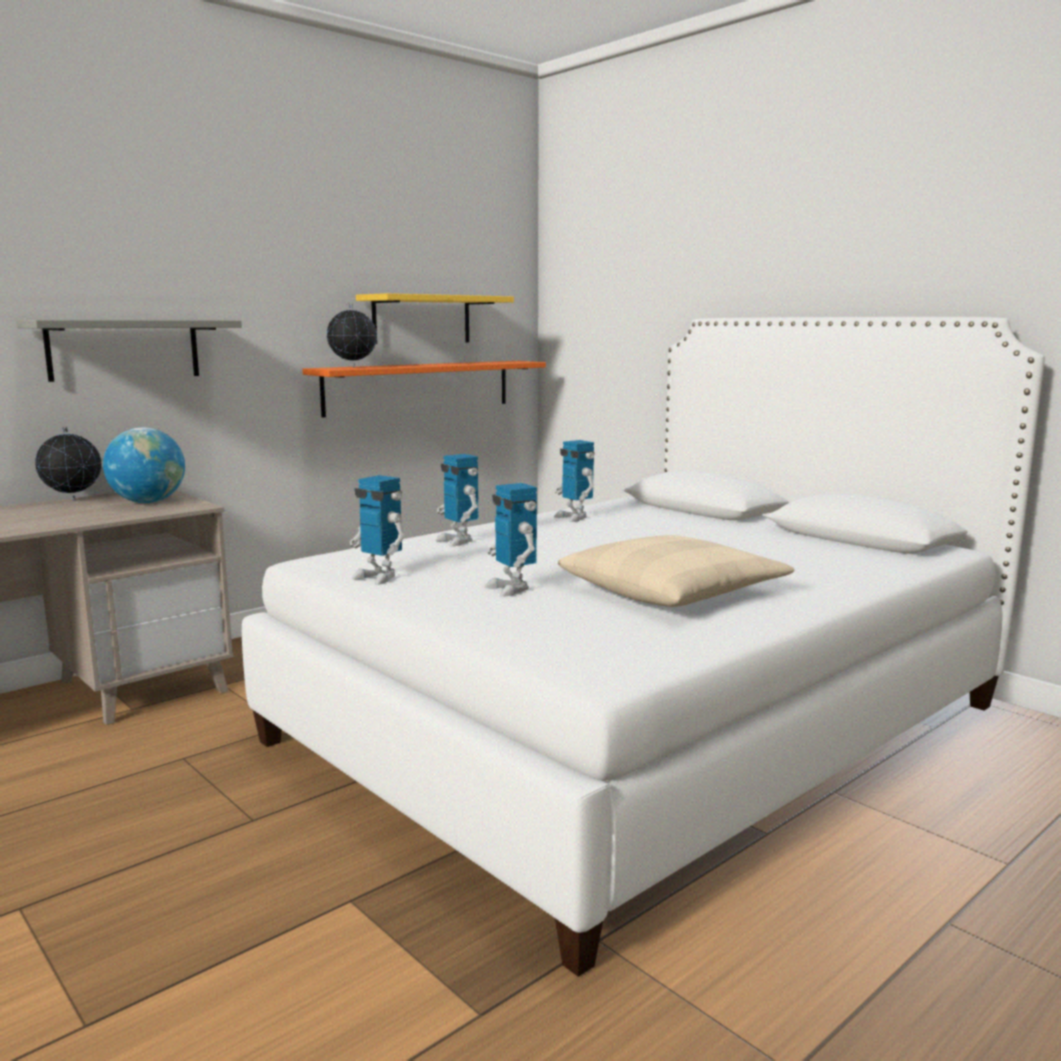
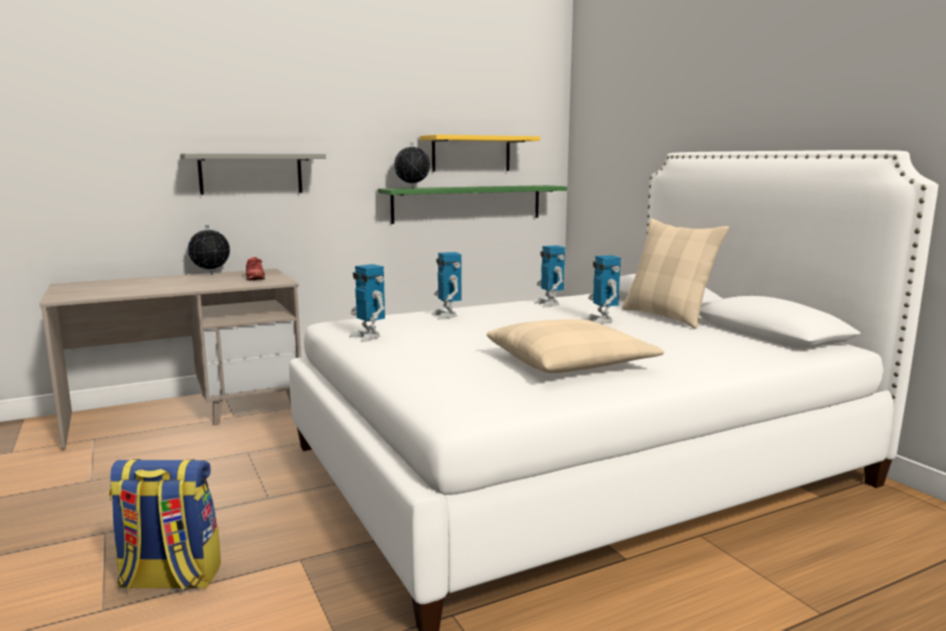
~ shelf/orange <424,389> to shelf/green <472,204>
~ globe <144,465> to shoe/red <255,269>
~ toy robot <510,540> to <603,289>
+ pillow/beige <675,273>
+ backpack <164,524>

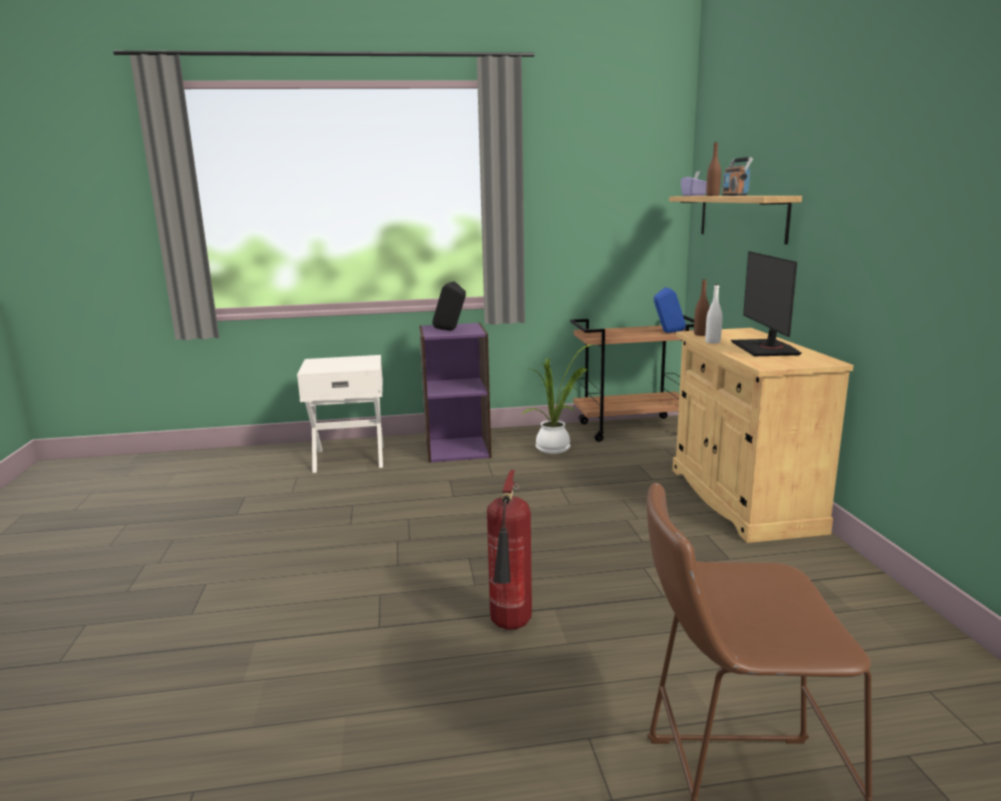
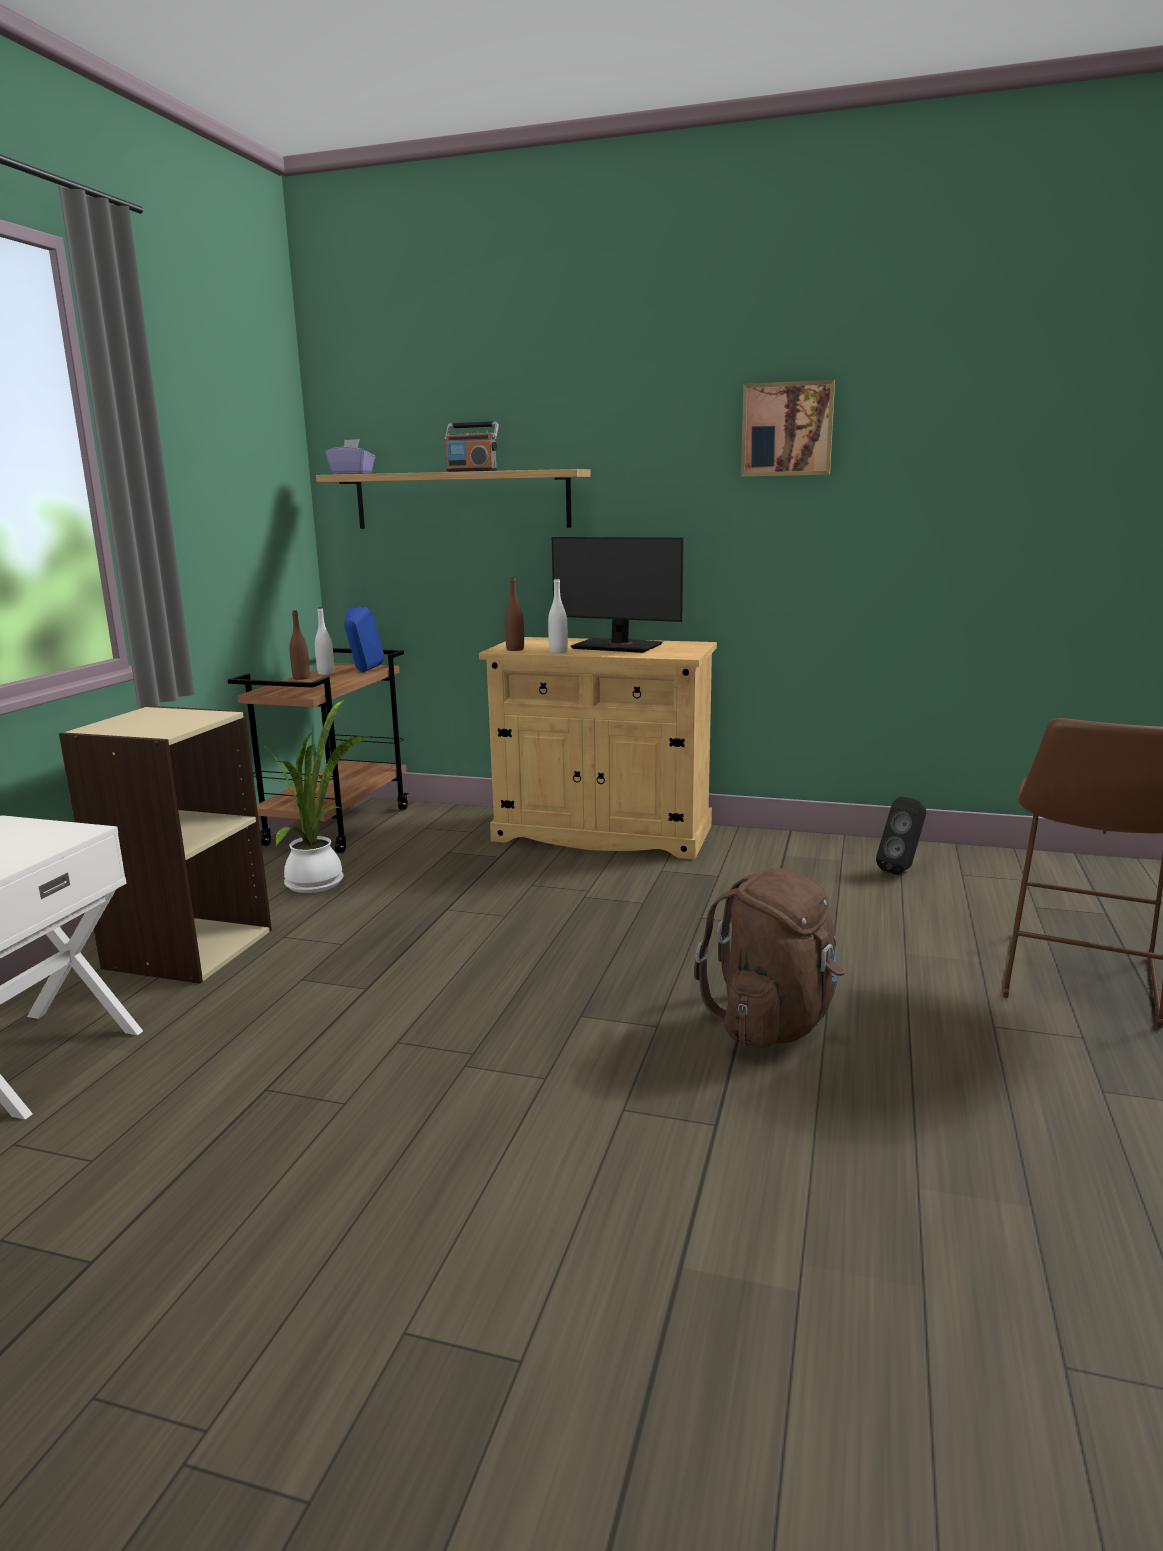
~ bottle/brown <713,169> to <299,645>
~ speaker/black <449,306> to <901,835>
~ bookcase/purple <455,393> to bookcase/beige <165,845>
~ fire extinguisher <509,550> to backpack/brown <769,958>
+ picture <788,428>
+ bottle/white <324,641>

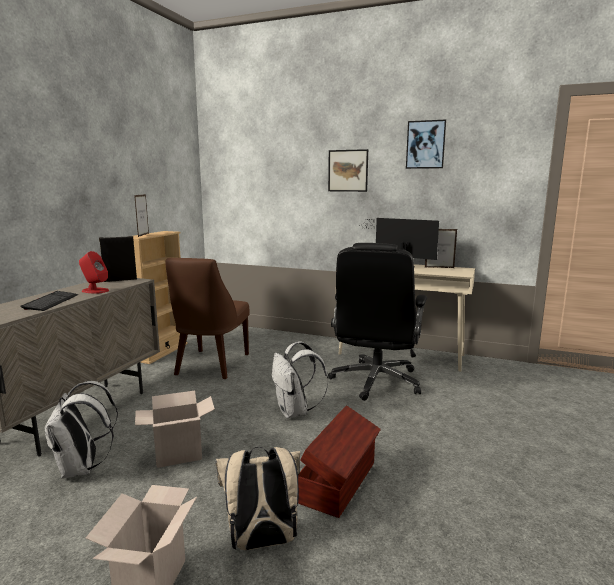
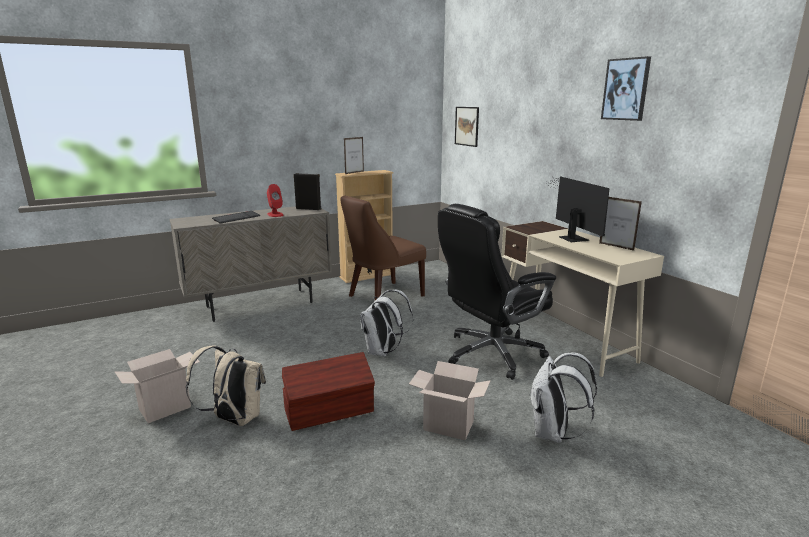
~ picture <348,170> to <467,127>
~ backpack/white <81,430> to <563,397>
~ cardboard box <175,429> to <450,400>

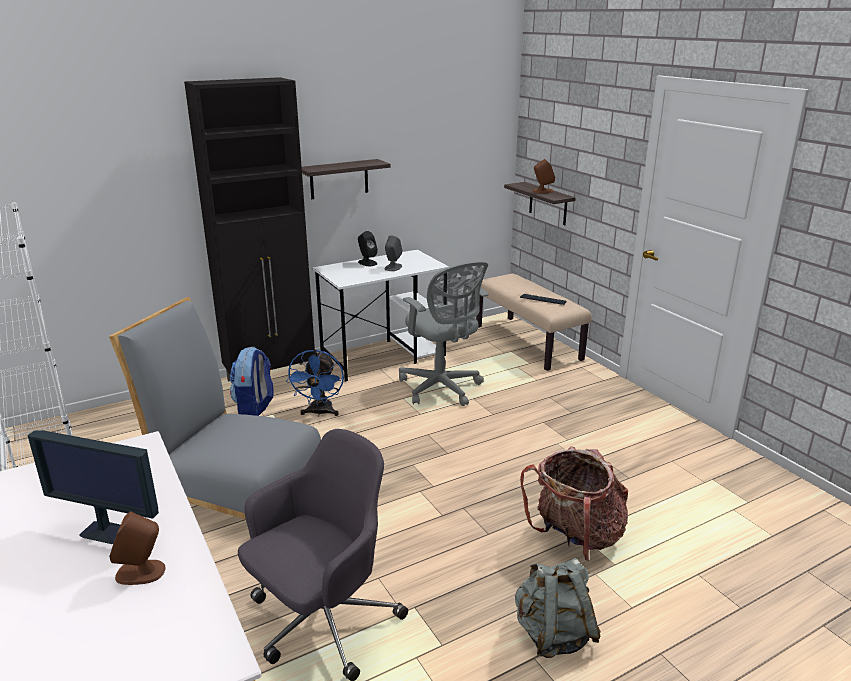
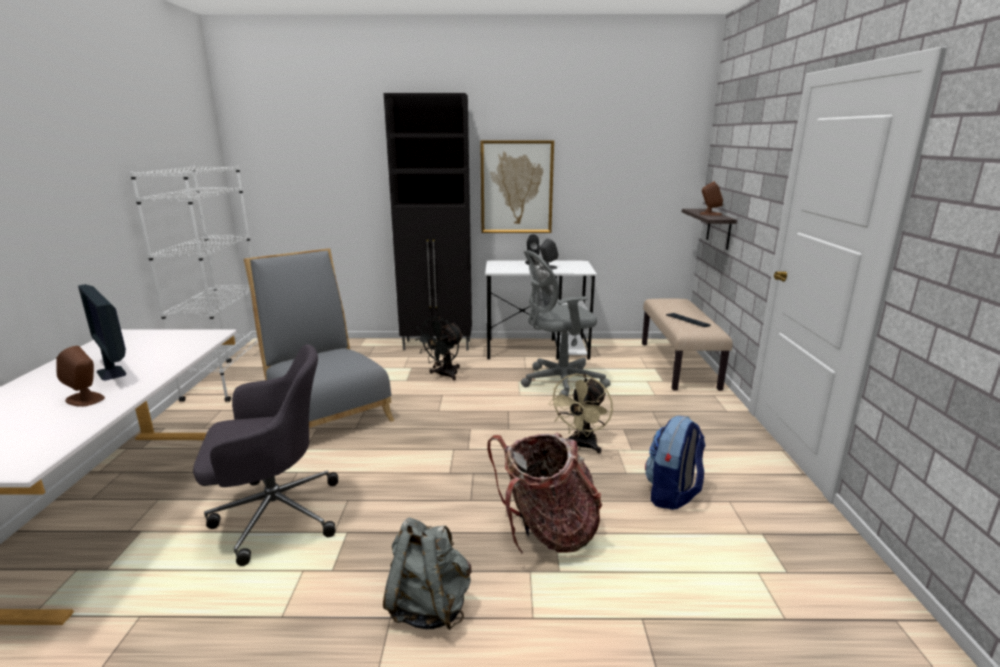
~ shelf <346,179> to picture <517,186>
~ office chair/grey <444,333> = <565,323> 75 degrees clockwise
~ backpack <251,381> to <675,463>
~ fan/blue <315,383> to fan/black <439,348>
+ fan/beige <580,414>

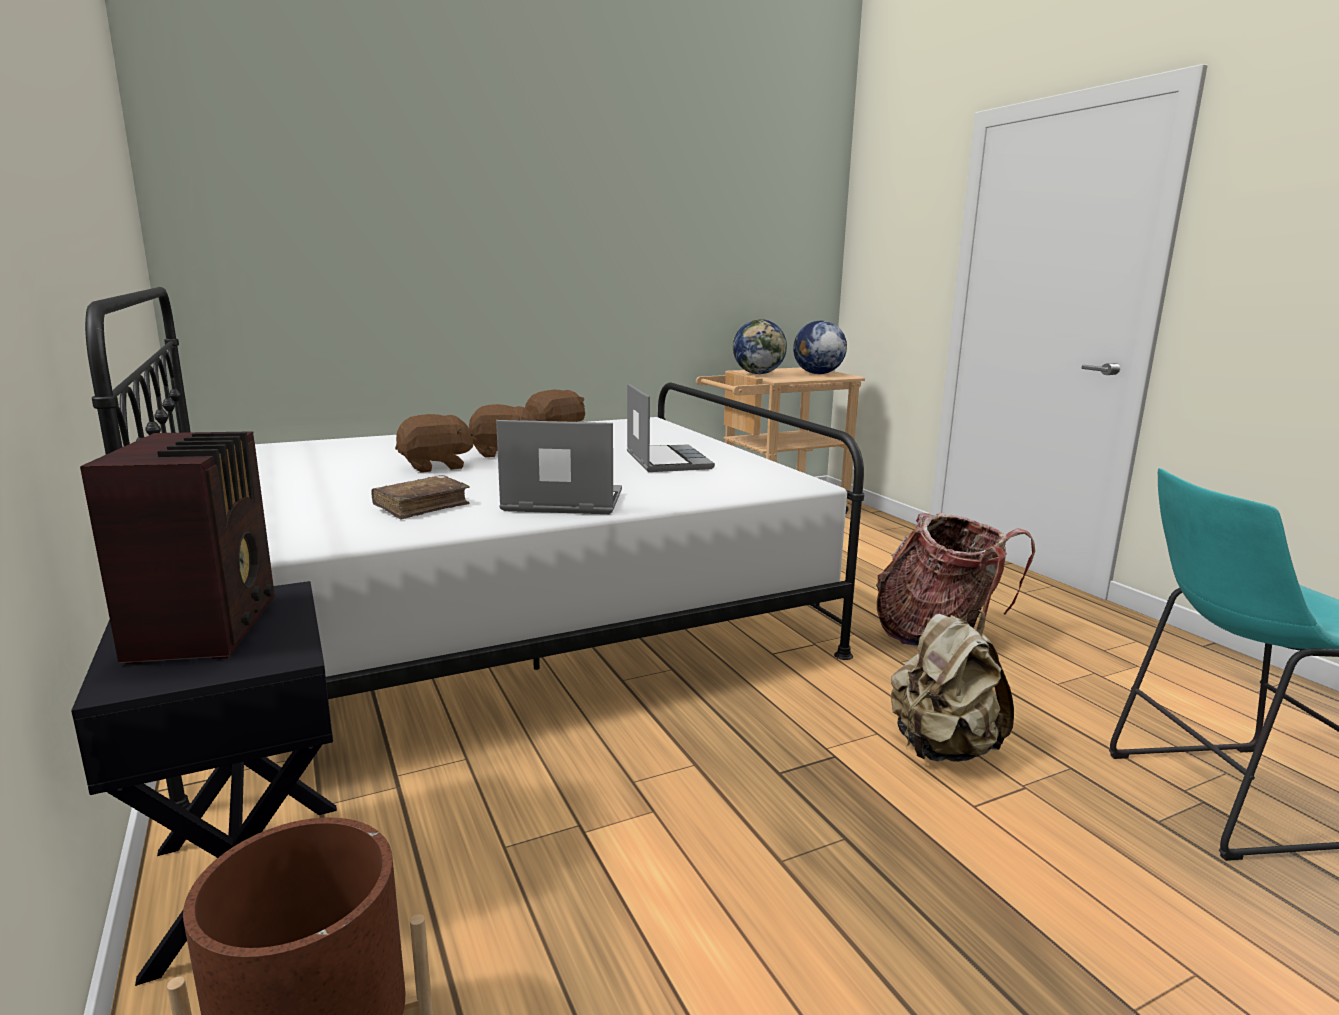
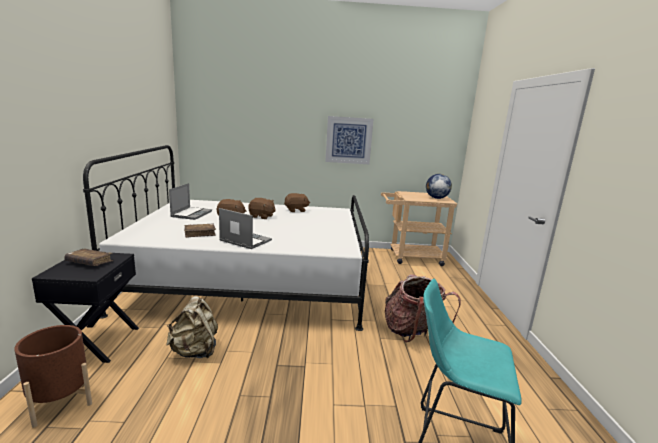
- globe <760,346>
~ laptop <671,428> to <190,201>
~ radio <177,547> to book/brown <88,257>
~ backpack/beige <952,686> to <192,327>
+ picture <349,140>

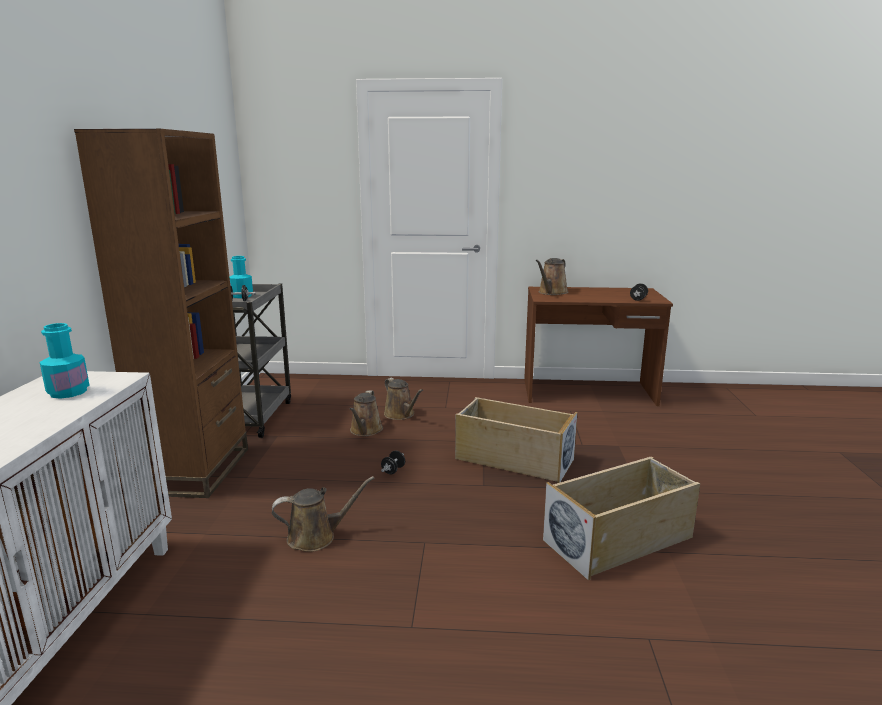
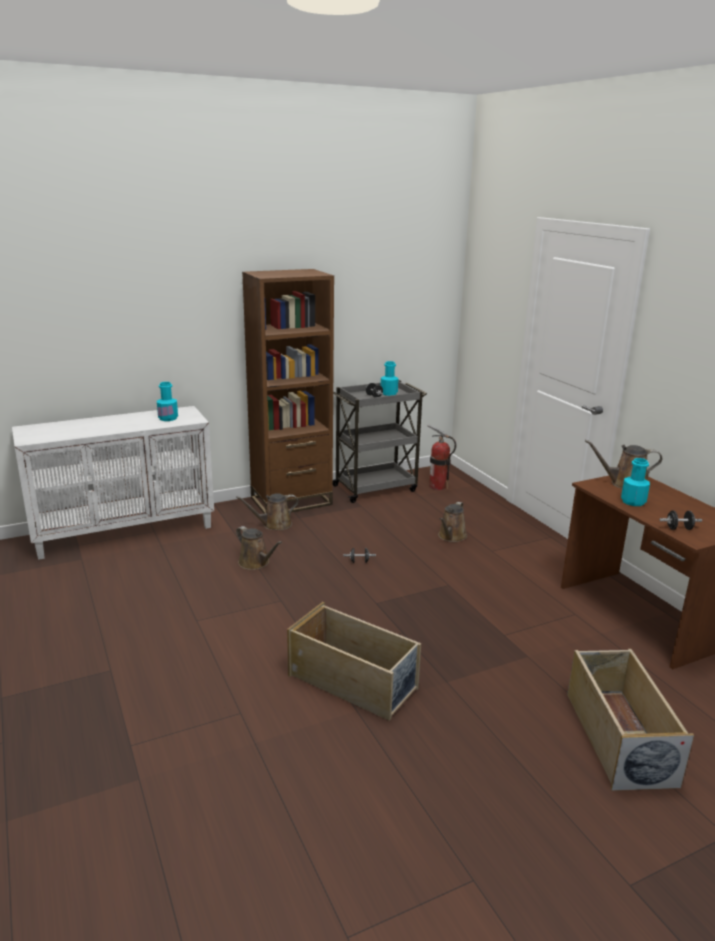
~ watering can/brown <366,413> to <267,511>
~ storage box/beige <516,440> to <630,720>
+ fire extinguisher <441,457>
+ bottle/turquoise <635,482>

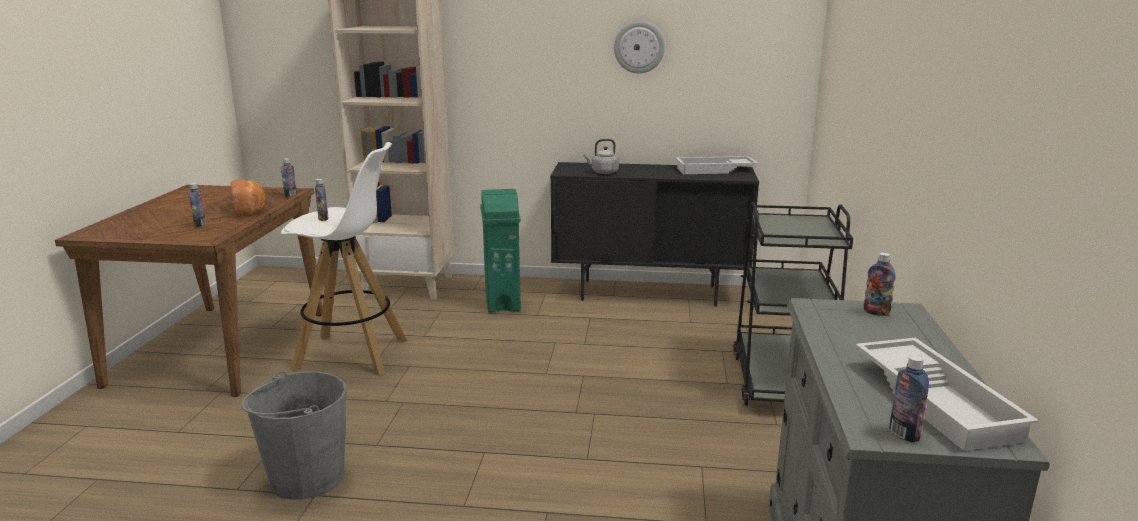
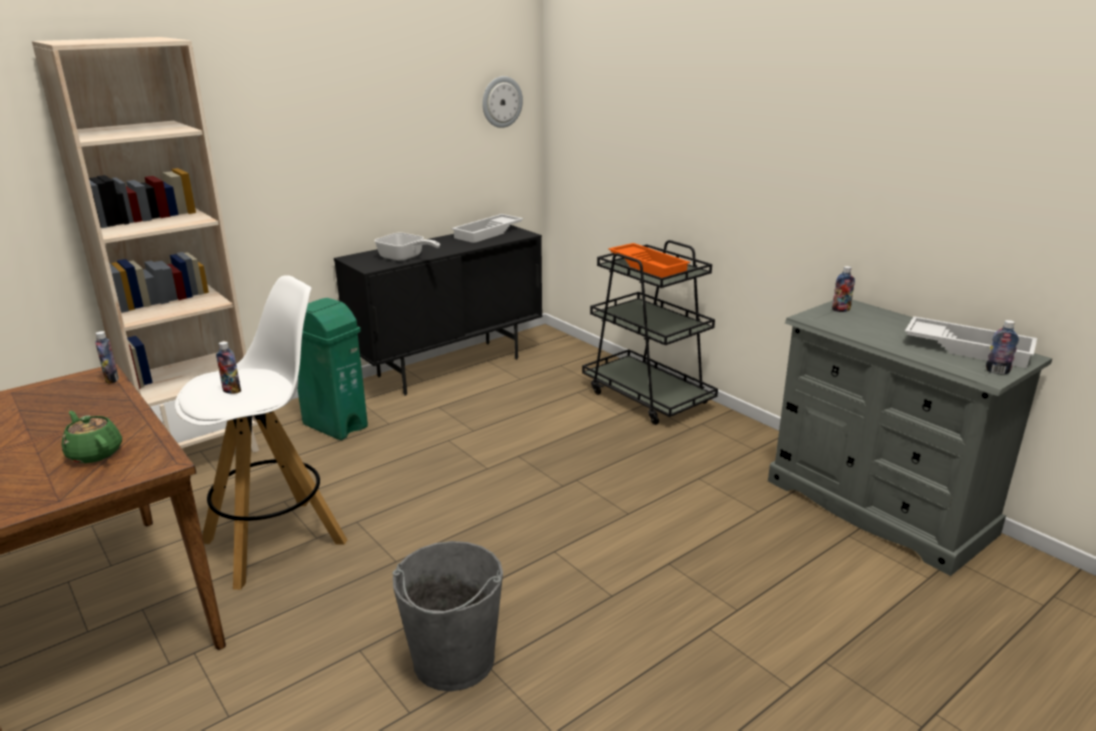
~ wall clock <639,47> to <502,102>
~ kettle/grey <601,156> to frying pan <407,247>
- bread <248,198>
~ bottle <197,205> to teapot/green <91,437>
+ tray/orange <649,260>

